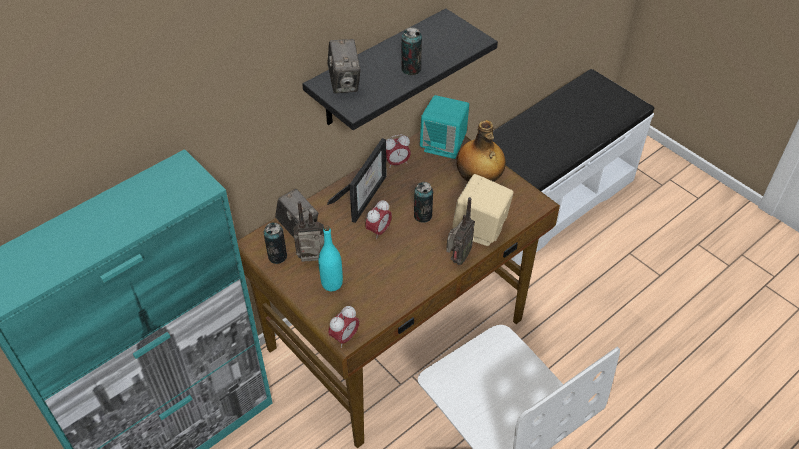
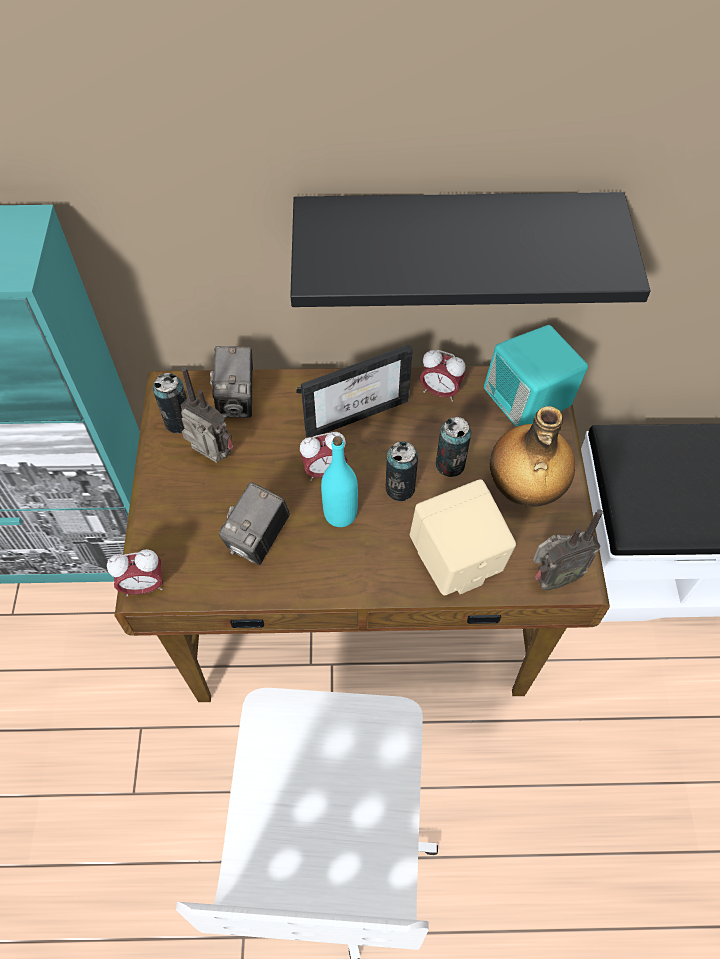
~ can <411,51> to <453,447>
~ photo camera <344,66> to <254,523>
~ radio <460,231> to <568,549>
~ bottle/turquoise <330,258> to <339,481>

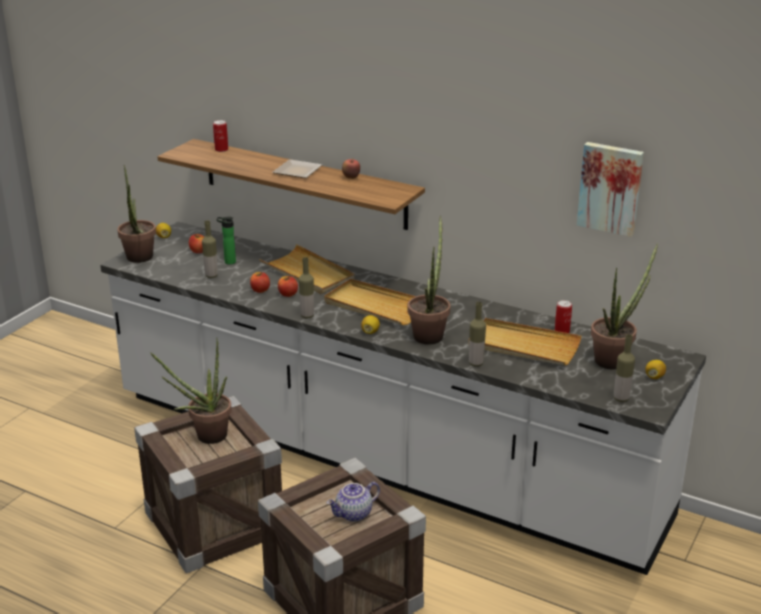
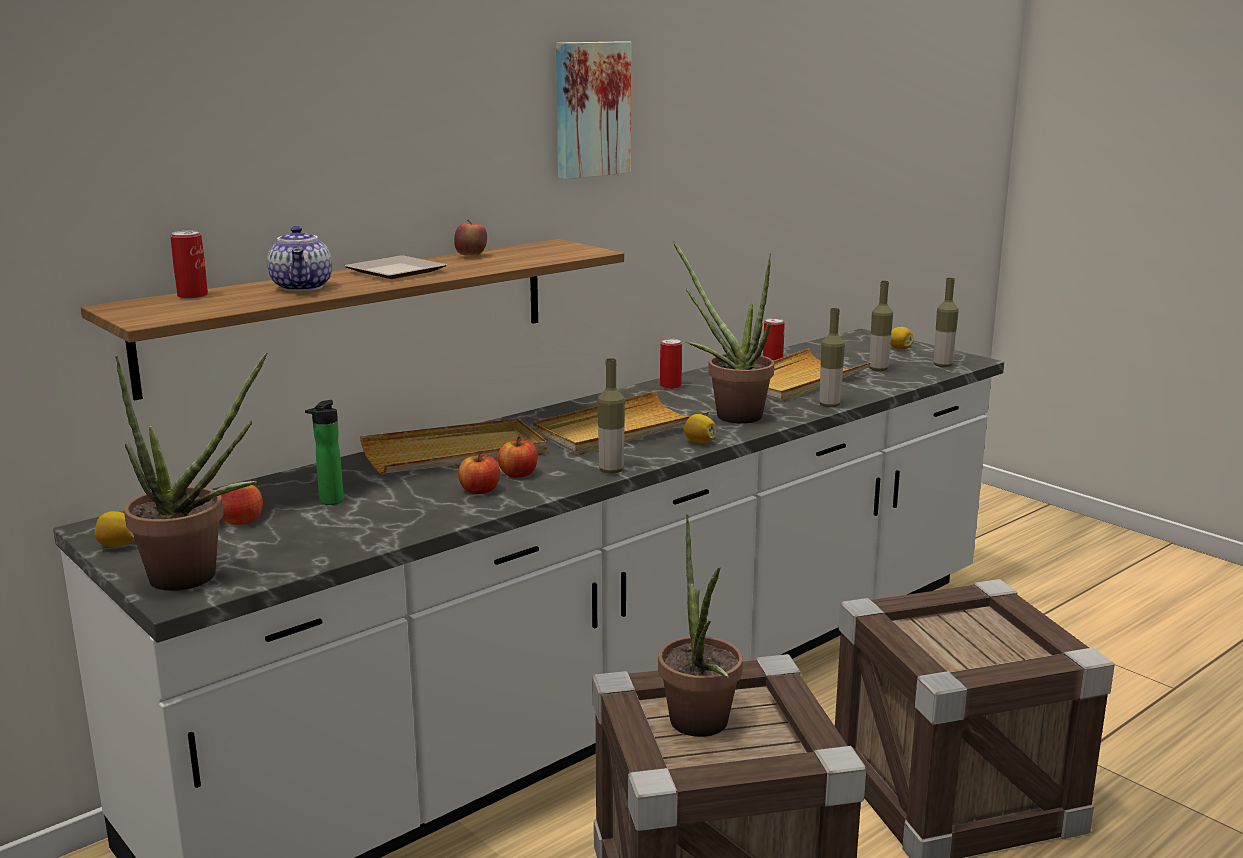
~ picture <610,189> to <593,110>
~ bottle <210,249> to <881,326>
- potted plant <624,306>
~ teapot <353,502> to <299,259>
+ can <671,364>

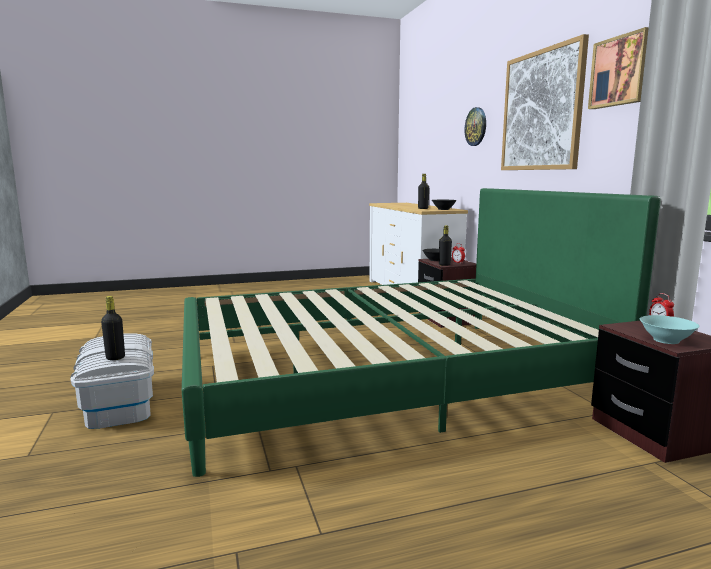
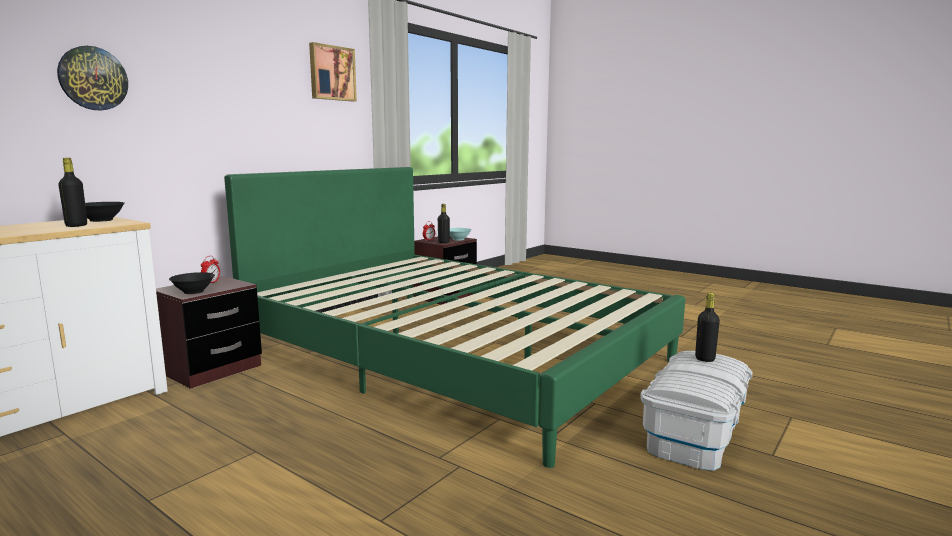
- picture <545,102>
~ bottle/black <445,245> to <444,223>

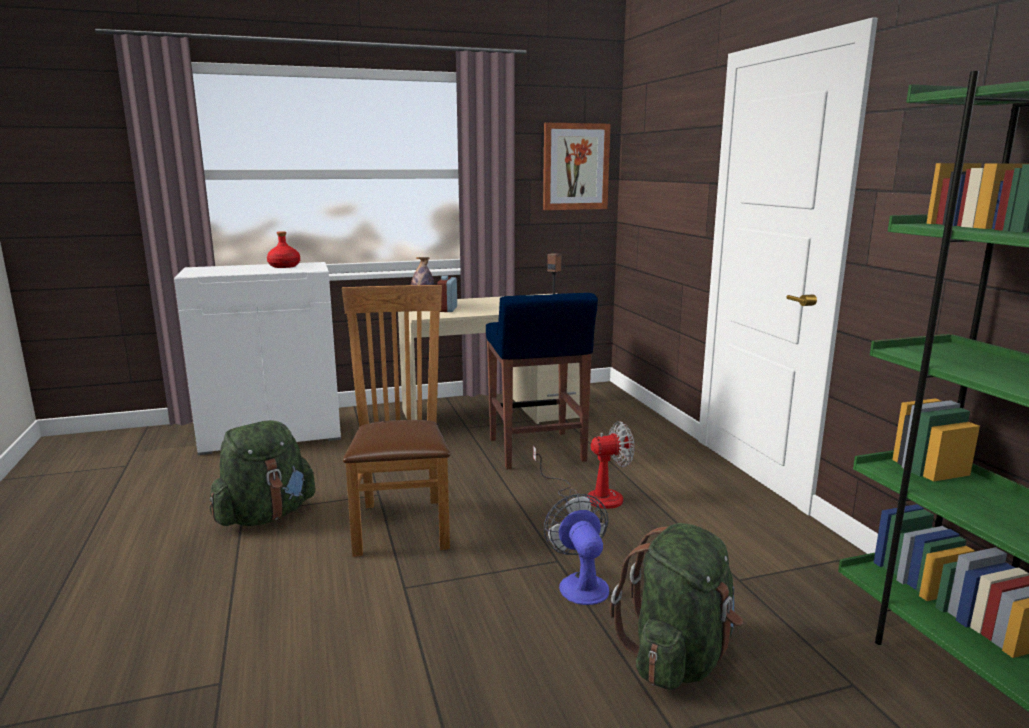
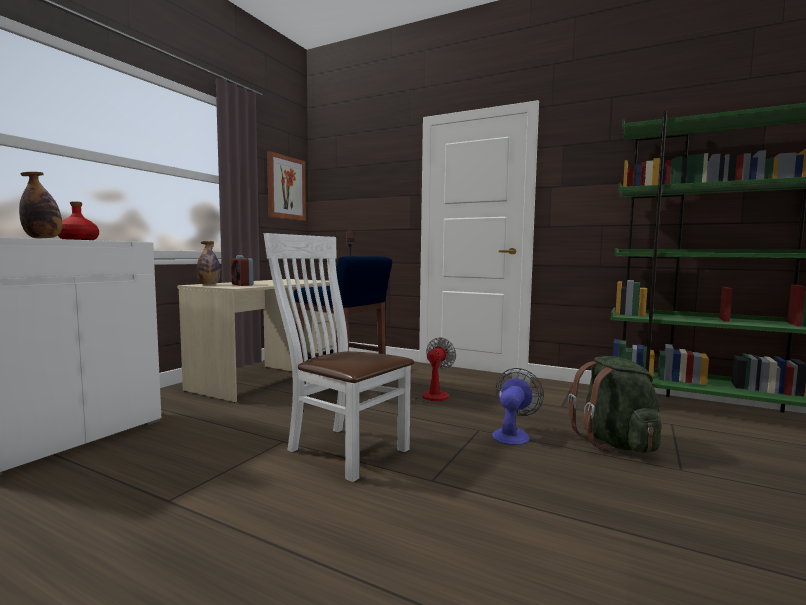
~ chair/brown <396,421> to chair/white <339,357>
- backpack/green <262,473>
~ fan <576,549> = <518,406> 90 degrees clockwise
+ bottle <40,205>

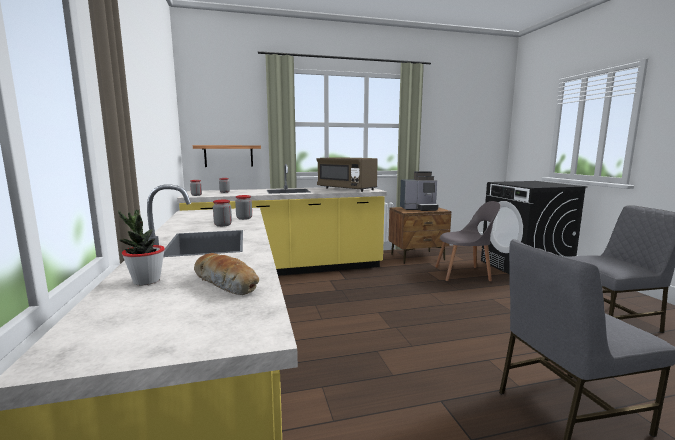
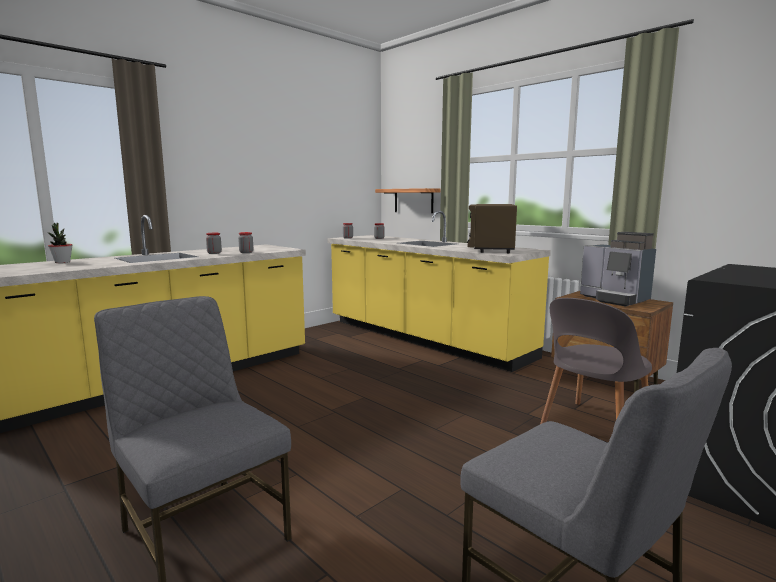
~ chair/grey <468,241> = <596,361> 75 degrees clockwise
- bread <226,274>

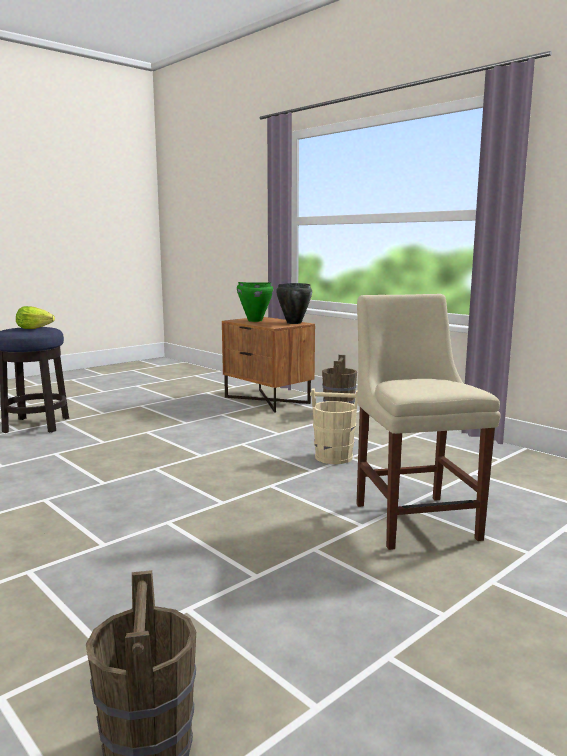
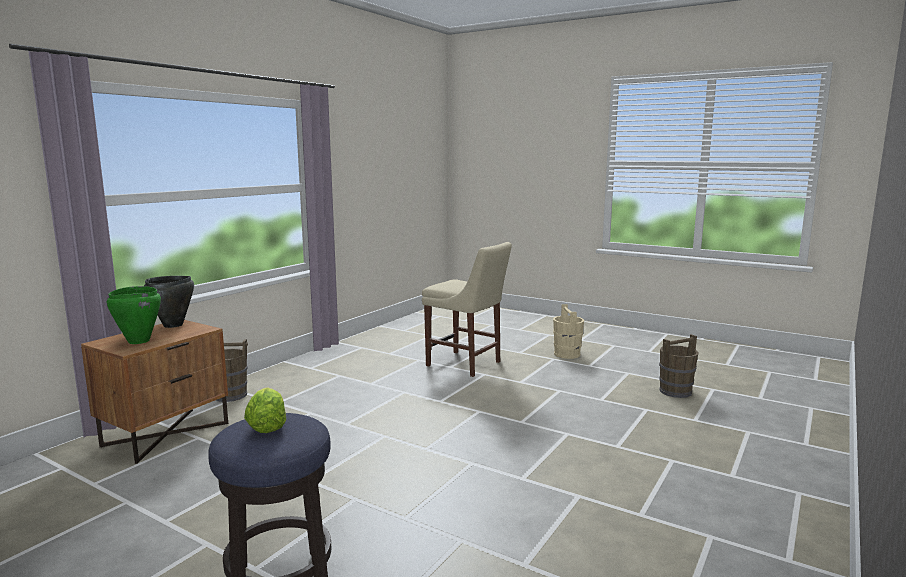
~ chair/beige <428,422> = <467,309> 120 degrees counterclockwise
~ bucket/beige <334,426> to <568,331>

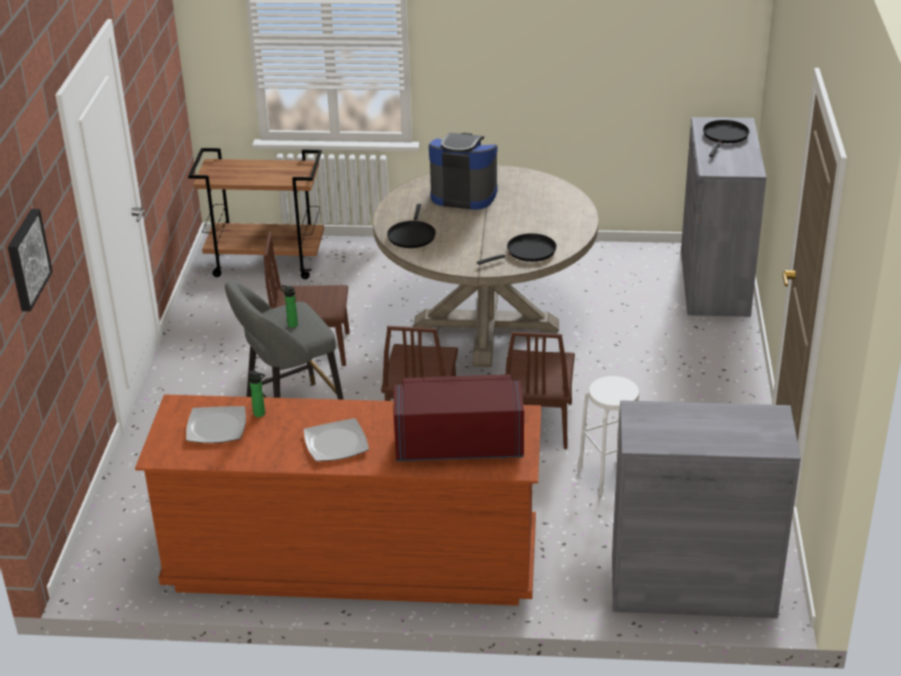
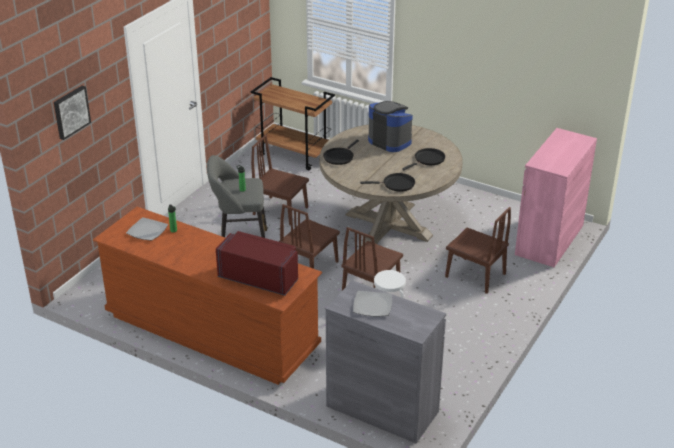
~ cabinet/grey <723,217> to cabinet/pink <556,197>
~ frying pan/black <726,138> to <423,159>
~ plate <336,439> to <372,304>
+ chair/brown <478,250>

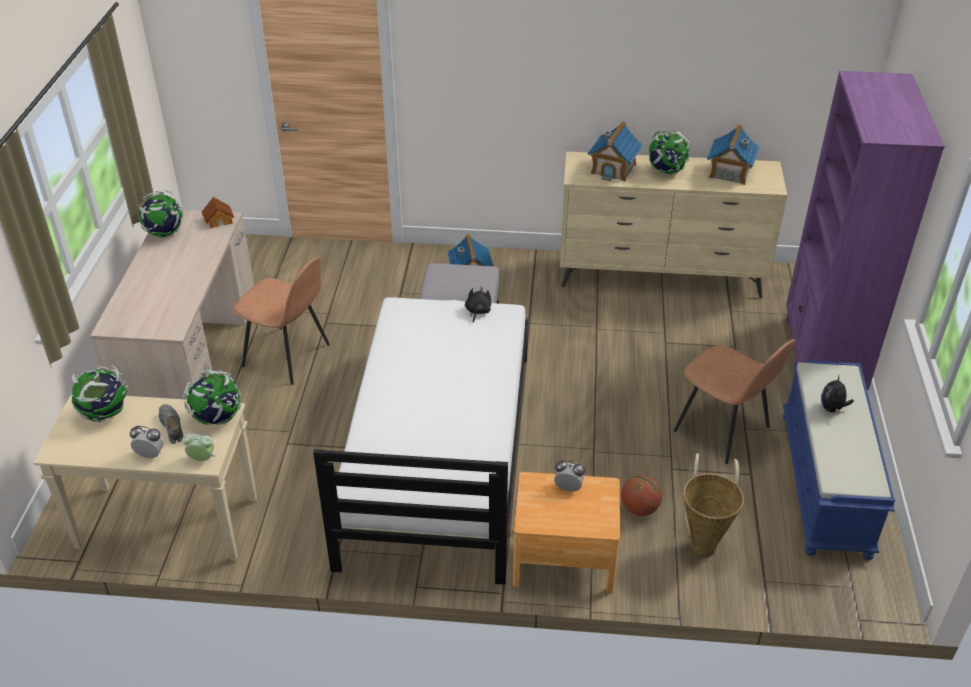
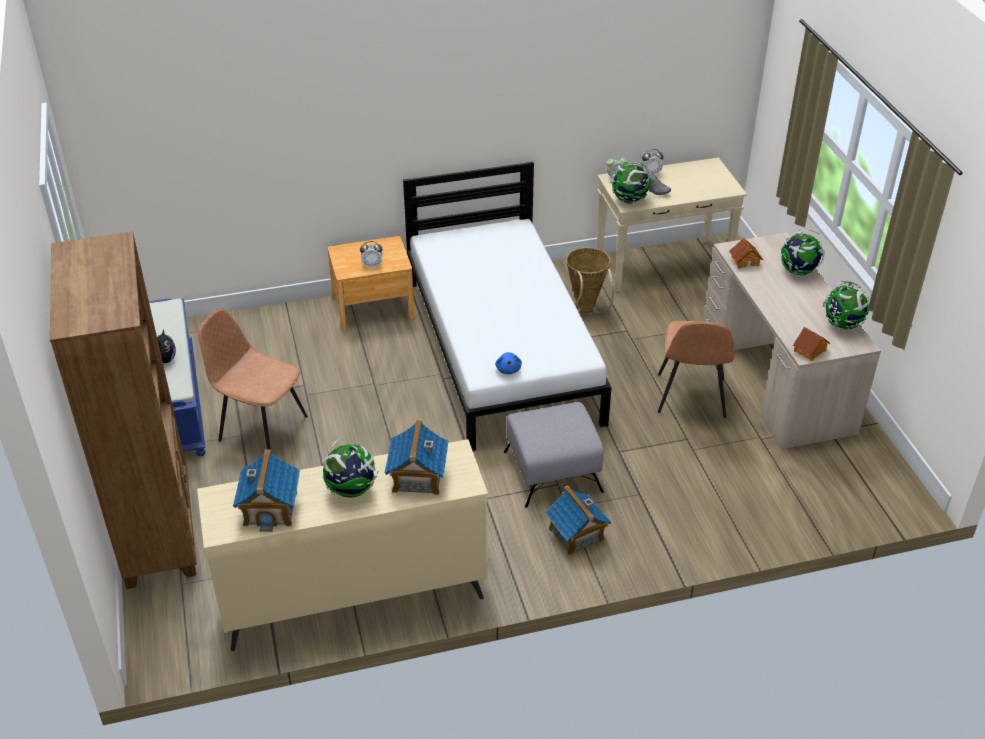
~ bookcase/purple <865,230> to bookcase/brown <123,410>
~ chair/brown <282,320> = <696,369> 90 degrees counterclockwise
~ plush toy/black <478,305> to plush toy/blue <508,363>
~ globe <99,394> to <803,252>
~ basket <713,505> to <590,280>
- basketball <641,495>
+ toy house <746,253>

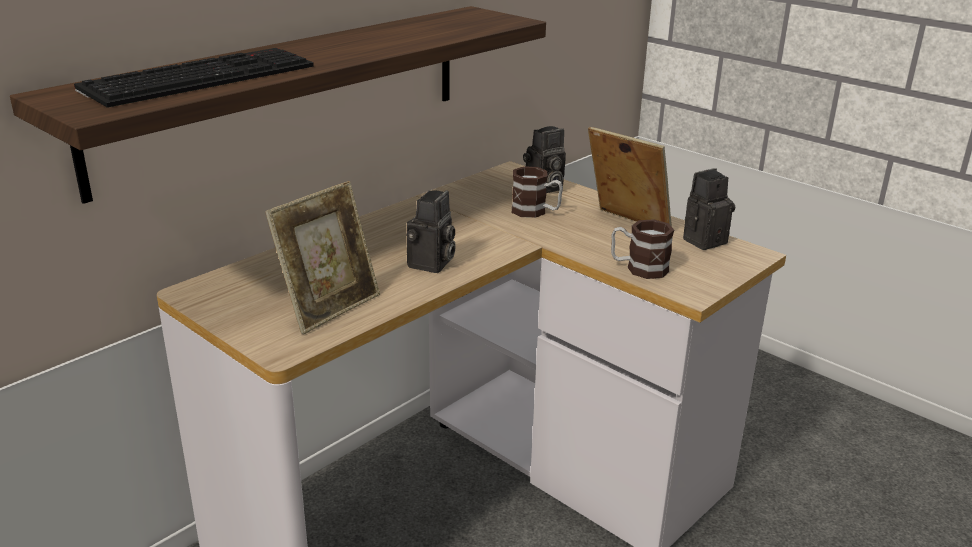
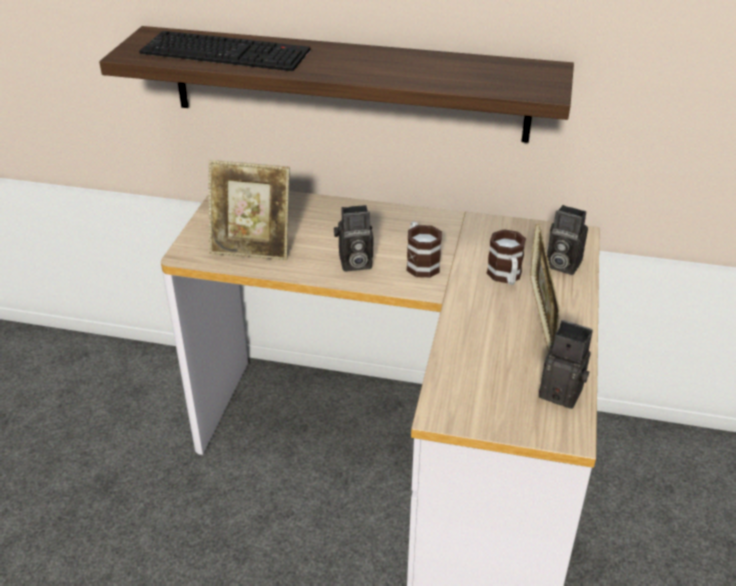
~ mug <642,249> to <424,250>

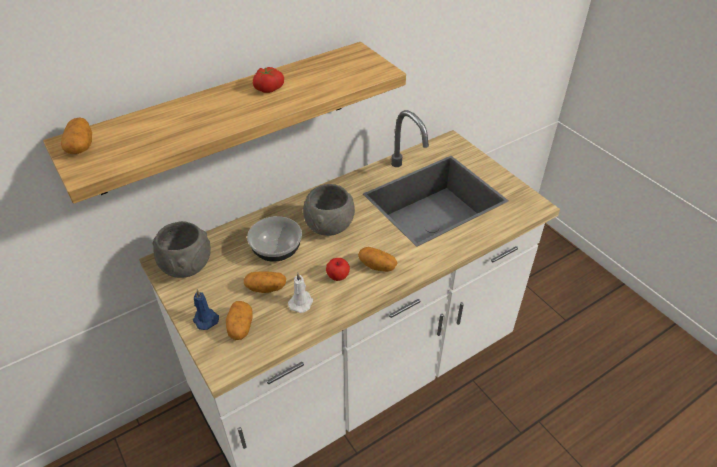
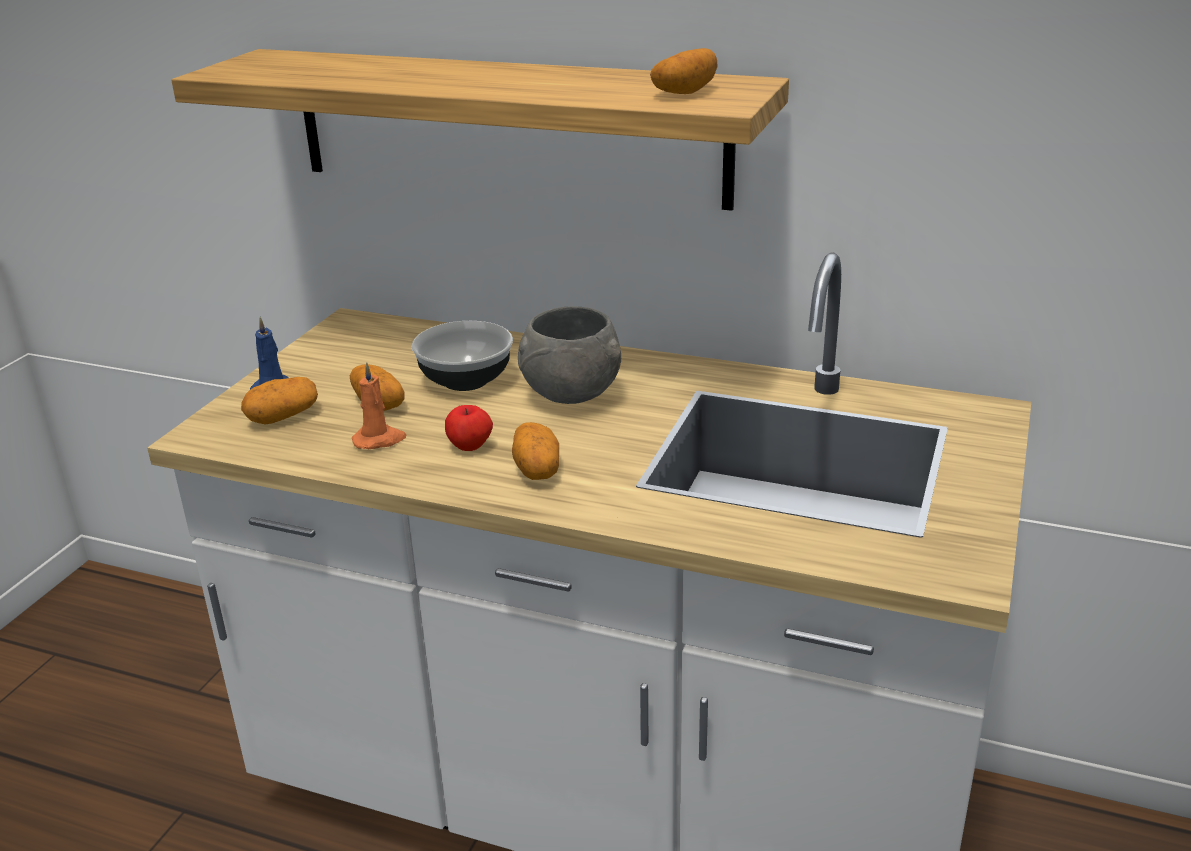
- tomato <268,80>
~ potato <76,135> to <684,71>
- bowl/grey <181,249>
~ candle/white <300,293> to candle/orange <379,406>

